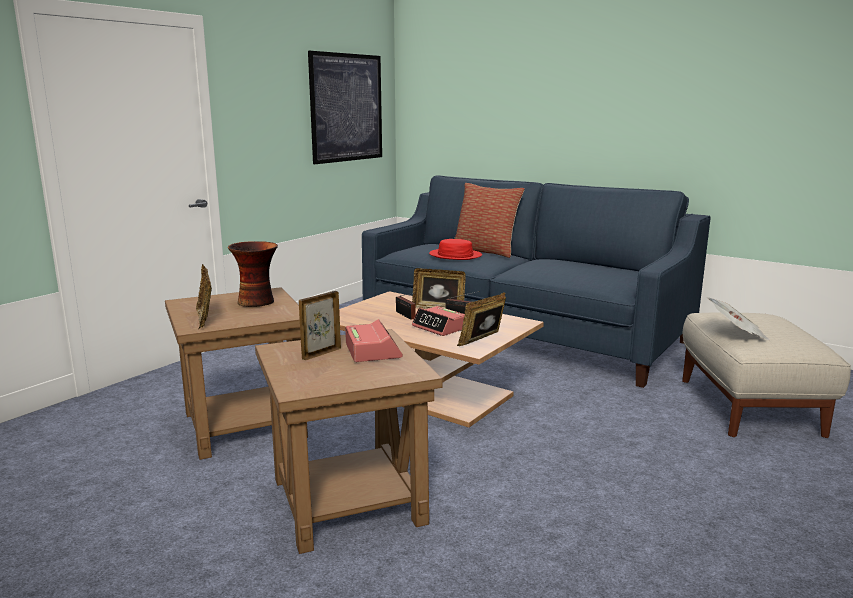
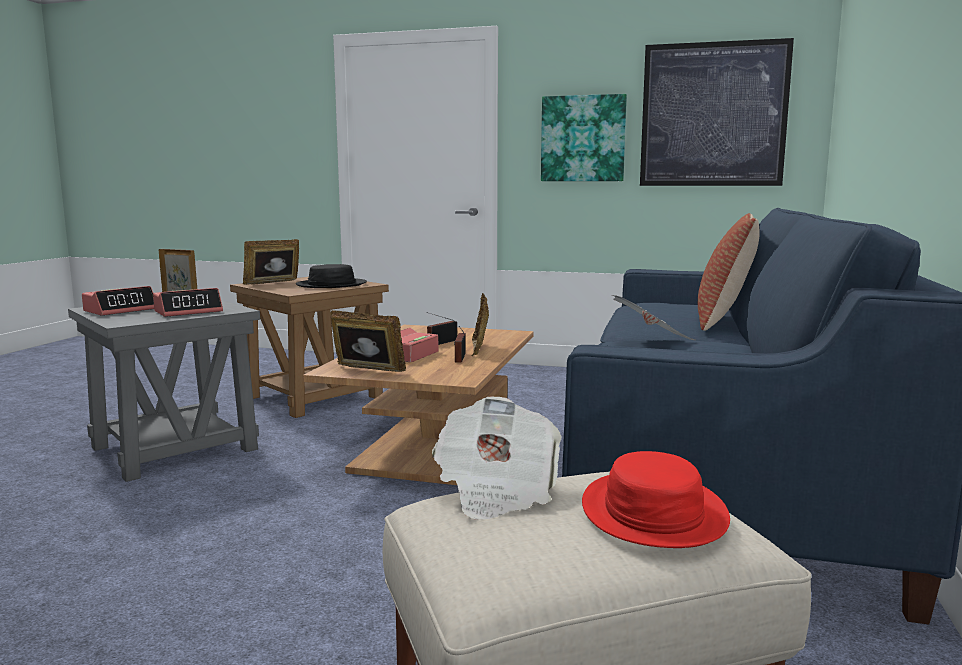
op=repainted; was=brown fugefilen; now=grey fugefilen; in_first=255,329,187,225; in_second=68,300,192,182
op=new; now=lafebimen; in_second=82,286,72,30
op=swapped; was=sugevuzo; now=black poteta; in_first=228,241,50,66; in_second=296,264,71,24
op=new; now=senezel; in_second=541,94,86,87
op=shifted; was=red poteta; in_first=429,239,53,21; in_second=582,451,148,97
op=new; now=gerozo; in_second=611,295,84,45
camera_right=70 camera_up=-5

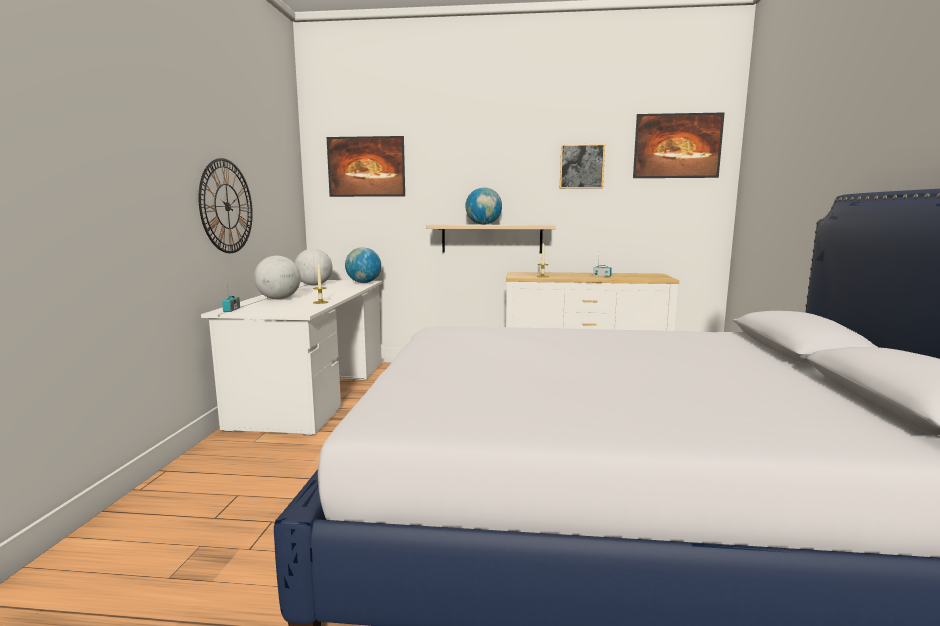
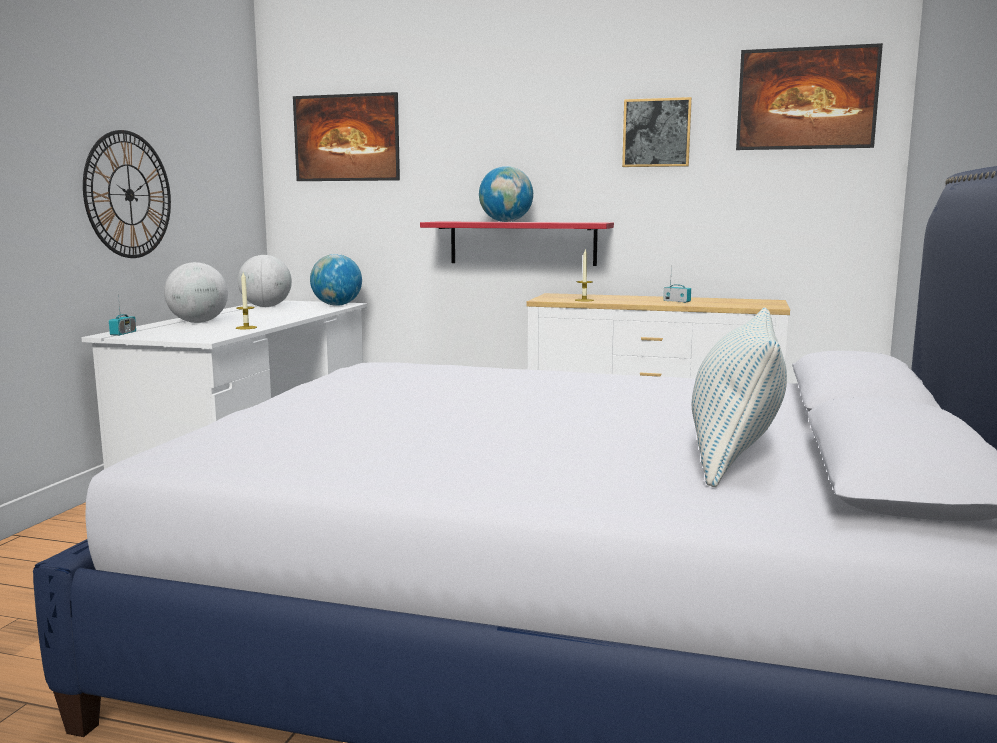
op=repainted; was=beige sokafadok; now=red sokafadok; in_first=426,224,129,29; in_second=420,222,194,44
op=new; now=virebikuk; in_second=692,307,95,180
camera_right=10 camera_up=0

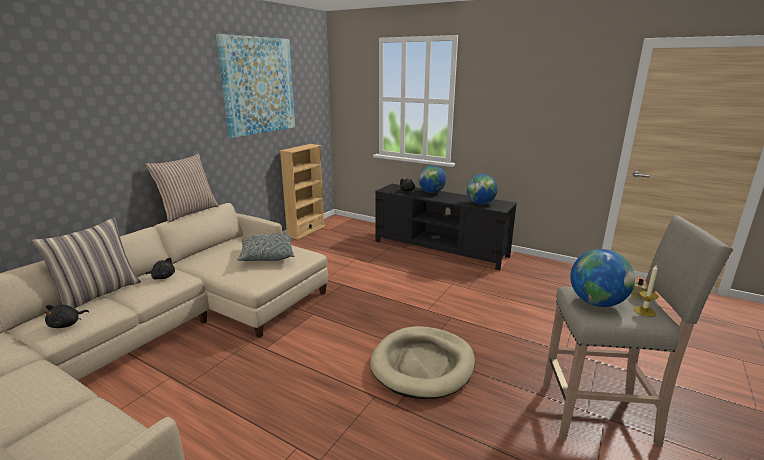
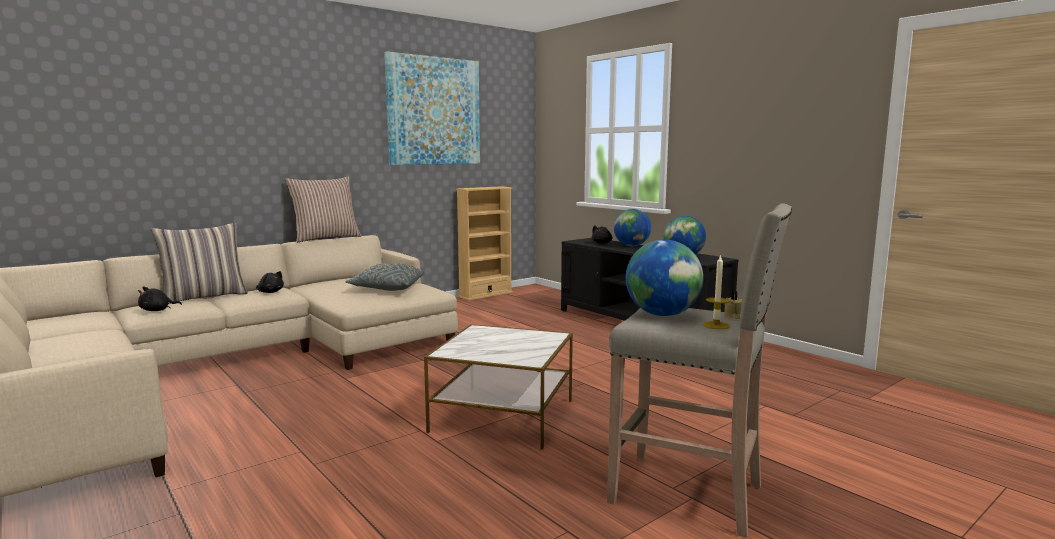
op=swapped; was=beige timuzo; now=fugefilen; in_first=370,326,105,73; in_second=424,324,149,126
camera_right=20 camera_up=-10

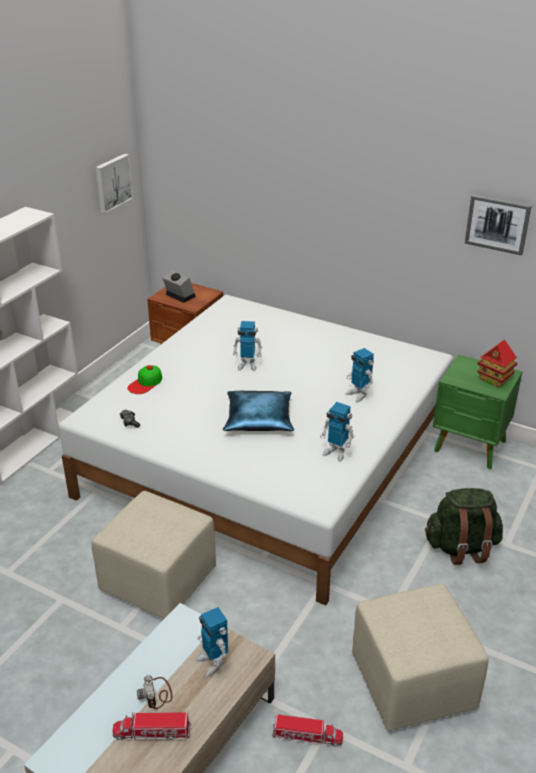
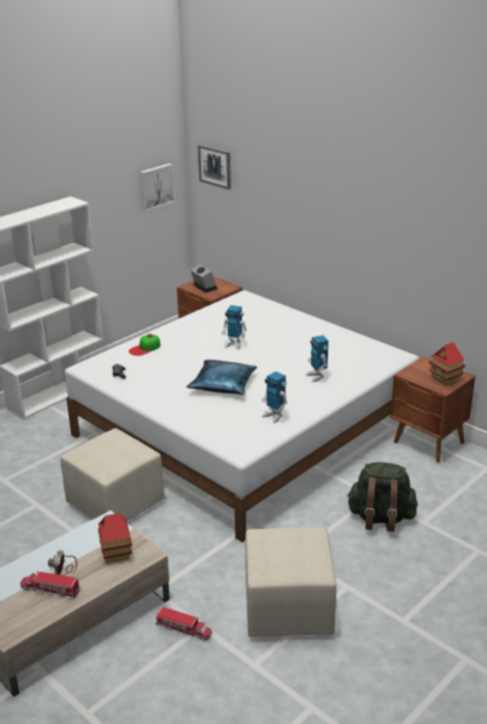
op=swapped; was=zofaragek; now=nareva; in_first=196,607,32,70; in_second=98,513,34,50
op=shifted; was=senezel; in_first=465,195,67,60; in_second=198,145,33,44
op=repainted; was=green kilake; now=brown kilake; in_first=433,354,89,115; in_second=391,356,85,107
camera_right=15 camera_up=-5

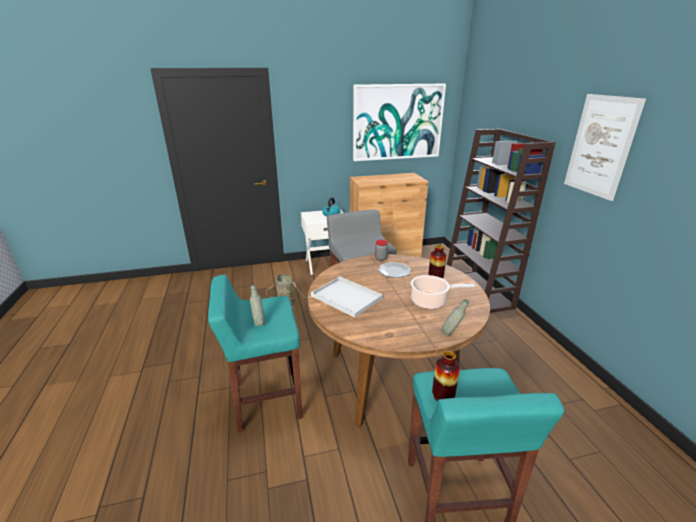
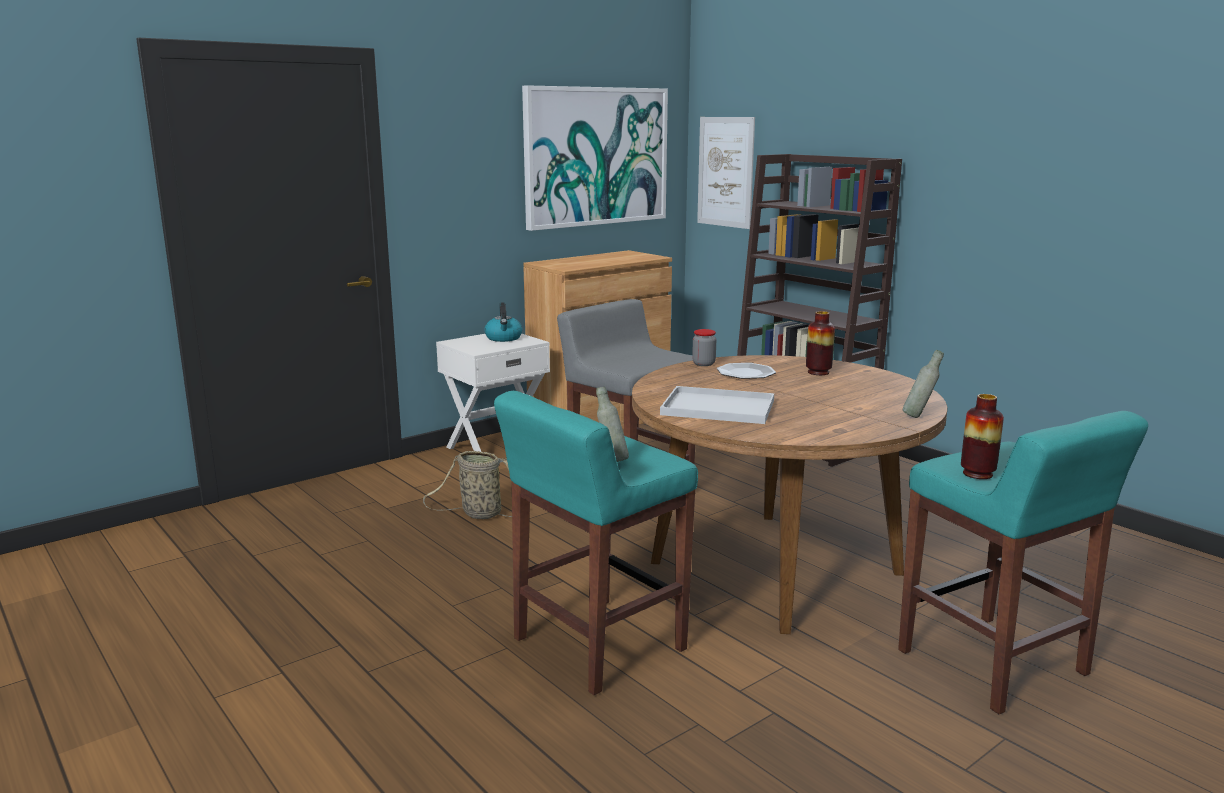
op=shifted; was=senezel; in_first=564,94,82,107; in_second=697,117,58,112
op=gone; was=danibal; in_first=411,275,64,34
camera_right=-25 camera_up=-10

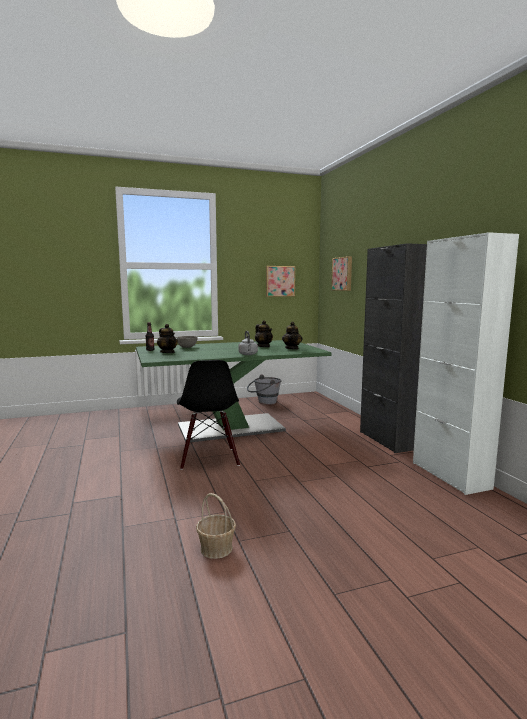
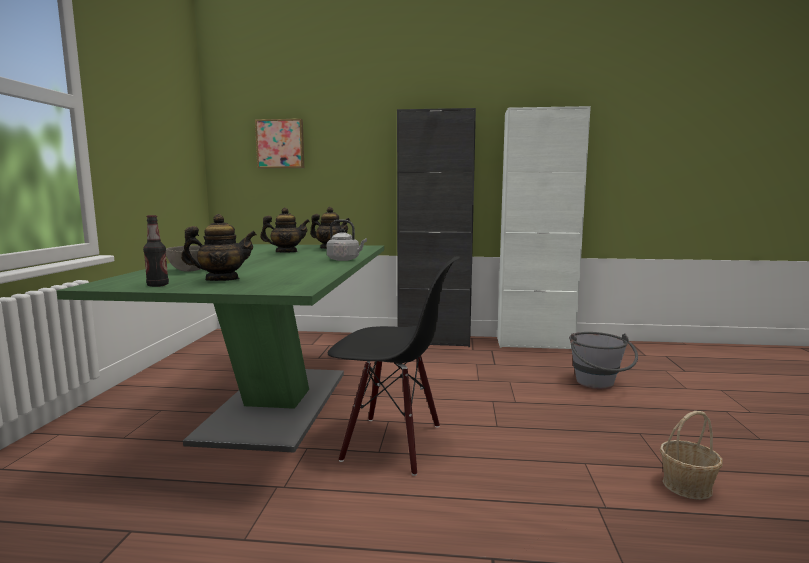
op=shifted; was=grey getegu; in_first=247,374,35,31; in_second=569,332,69,57
op=gone; was=senezel; in_first=266,266,29,31
camera_right=-65 camera_up=0

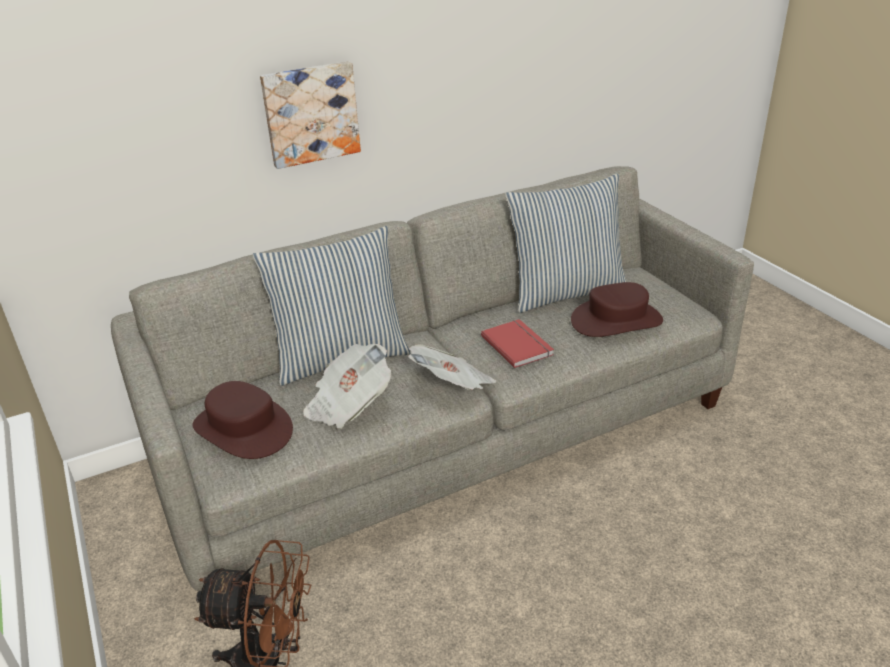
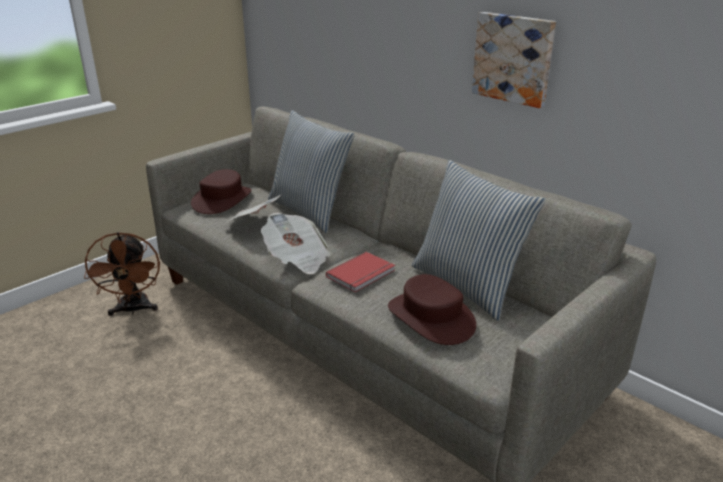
op=shifted; was=senezel; in_first=260,61,101,108; in_second=472,12,84,96
camera_right=70 camera_up=-5

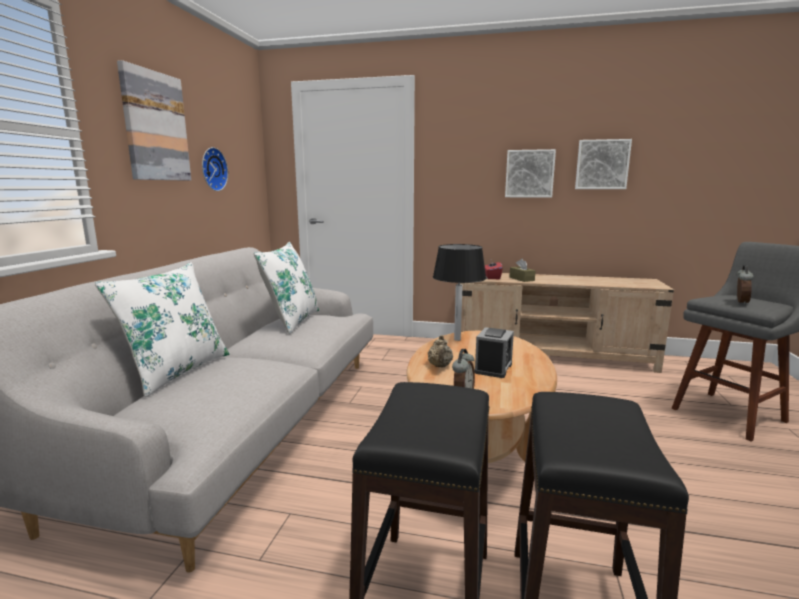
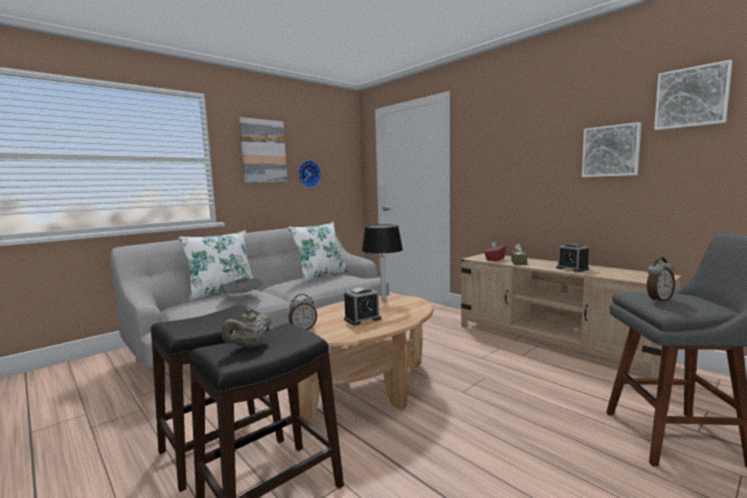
op=new; now=gerozo; in_second=220,278,43,16
op=shifted; was=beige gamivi; in_first=428,335,25,32; in_second=222,309,50,39
op=new; now=lafebimen; in_second=556,244,33,28
op=shifted; was=senezel; in_first=505,149,51,49; in_second=654,60,78,70
camera_right=35 camera_up=-5

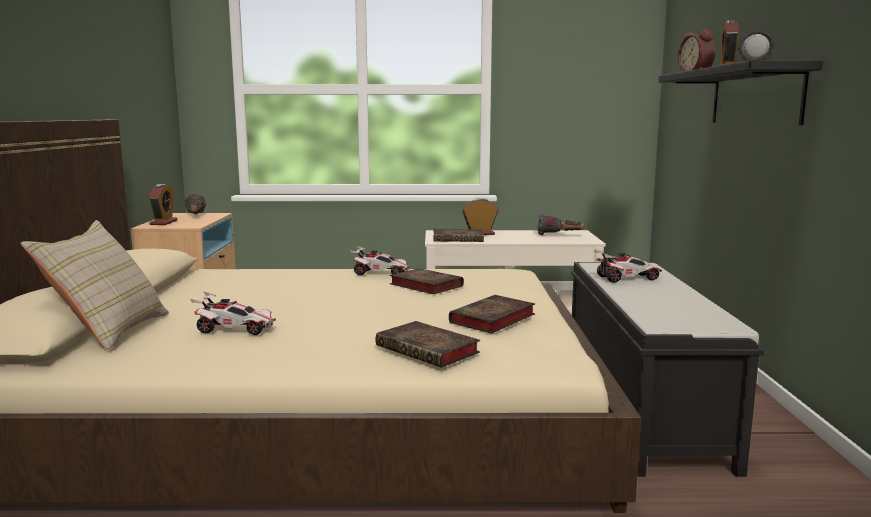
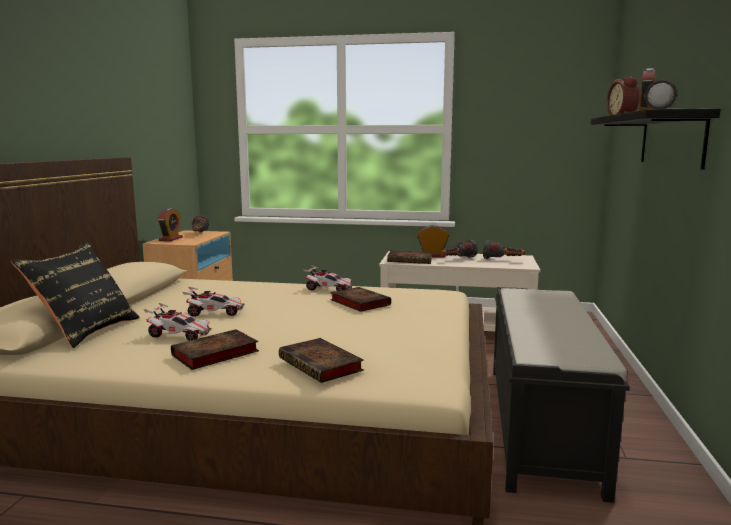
op=repainted; was=beige virebikuk; now=black virebikuk; in_first=21,220,148,131; in_second=10,241,130,107
op=shifted; was=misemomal; in_first=449,295,86,39; in_second=171,329,88,41
op=shifted; was=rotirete; in_first=594,250,68,33; in_second=182,287,62,30
op=new; now=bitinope; in_second=441,239,37,19
camera_right=10 camera_up=0

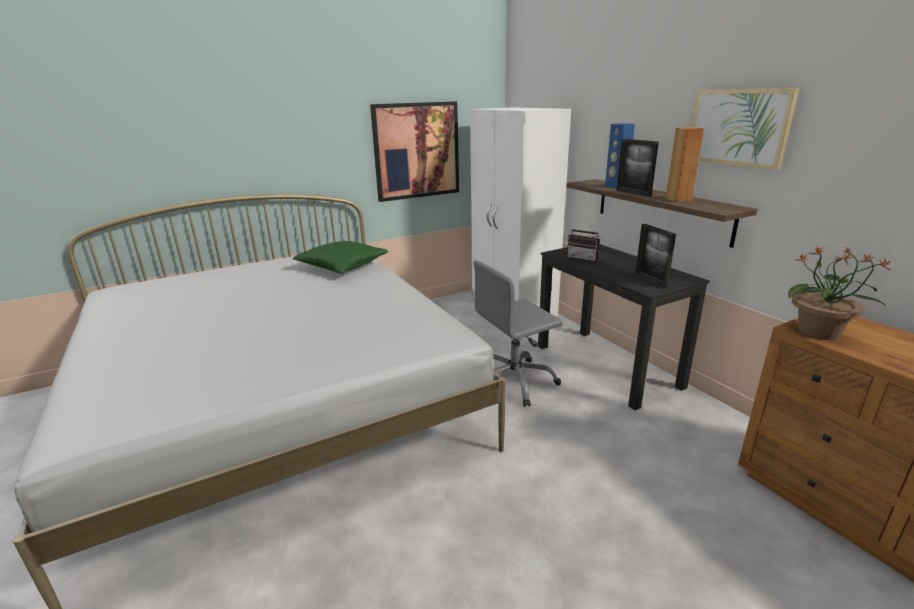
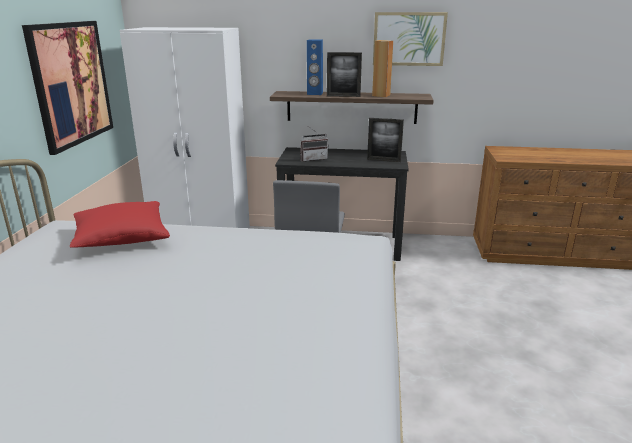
op=repainted; was=green virebikuk; now=red virebikuk; in_first=292,241,96,33; in_second=70,201,100,47
op=gone; was=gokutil; in_first=788,247,102,93
camera_right=-55 camera_up=0

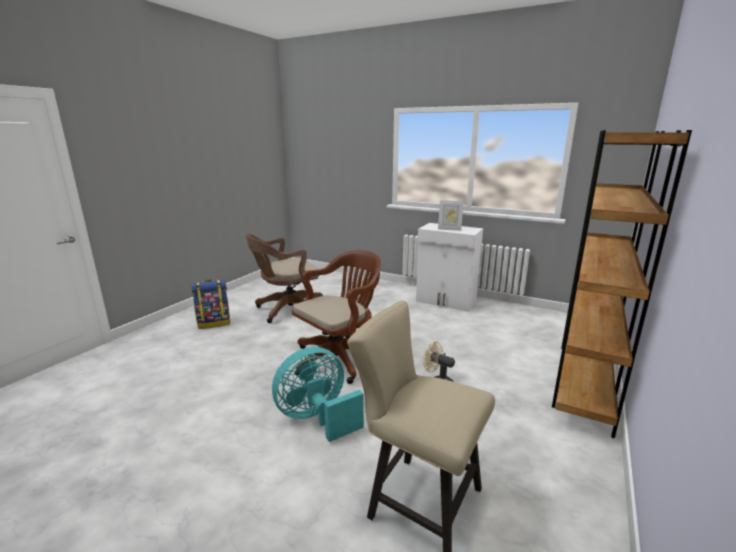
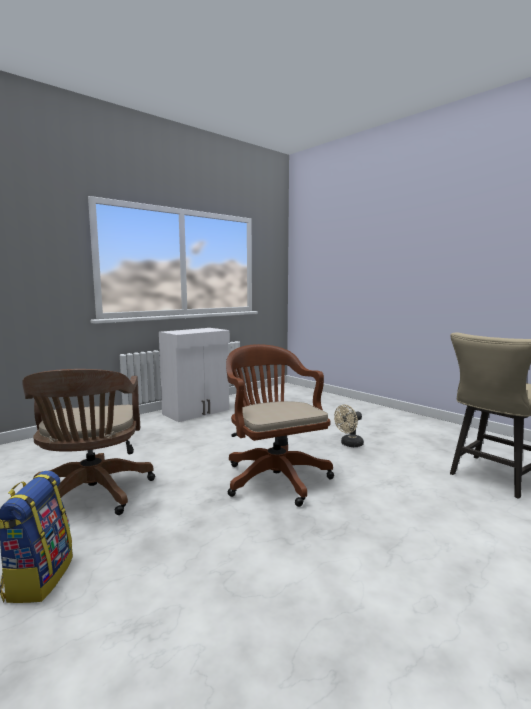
op=gone; was=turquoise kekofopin; in_first=272,347,92,95
op=gone; was=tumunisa; in_first=438,200,26,31
op=gone; was=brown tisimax; in_first=552,130,140,308
camera_right=-70 camera_up=-10

